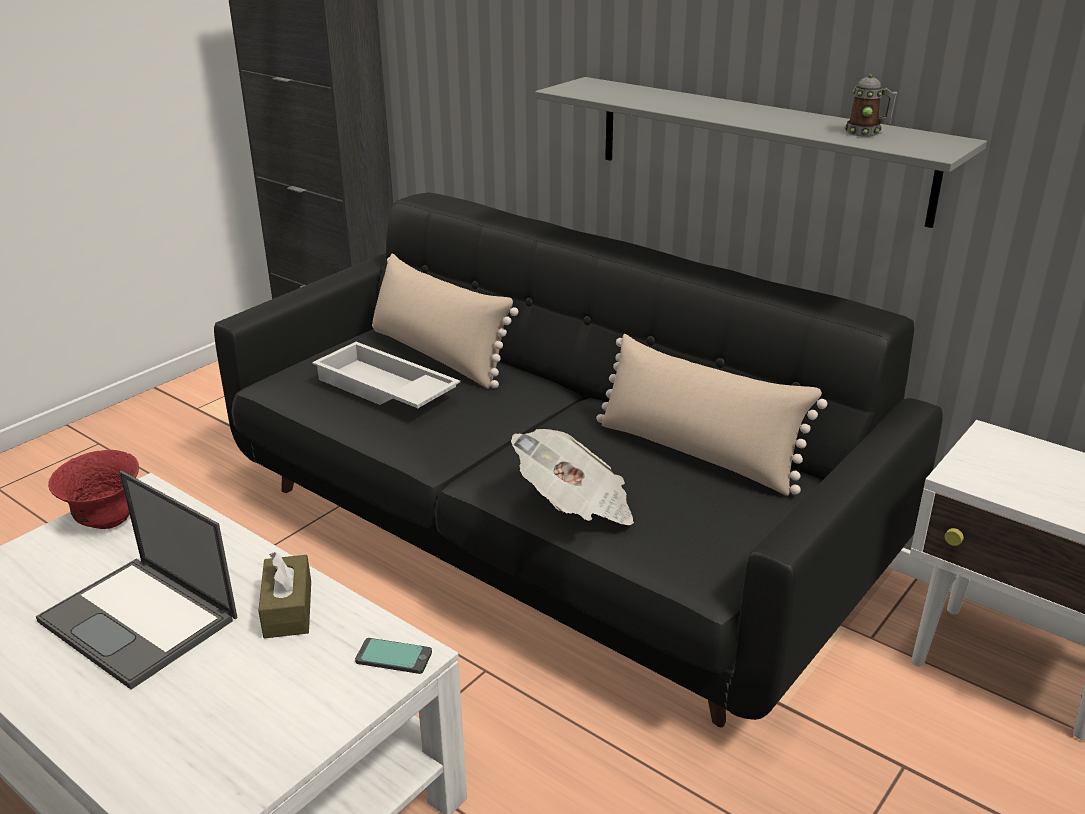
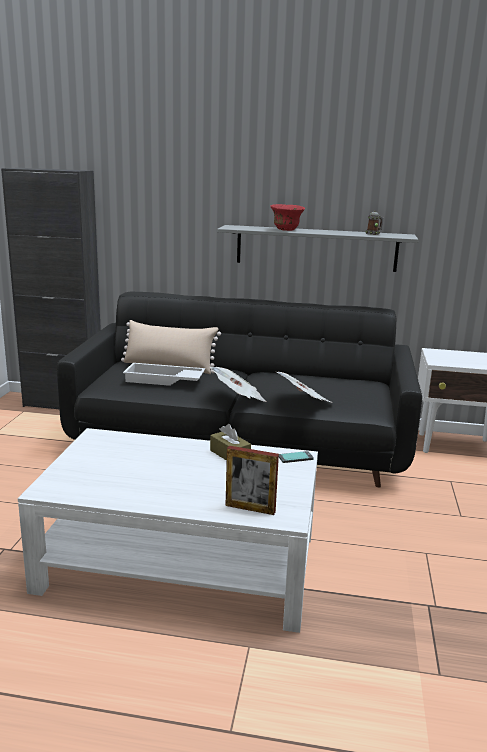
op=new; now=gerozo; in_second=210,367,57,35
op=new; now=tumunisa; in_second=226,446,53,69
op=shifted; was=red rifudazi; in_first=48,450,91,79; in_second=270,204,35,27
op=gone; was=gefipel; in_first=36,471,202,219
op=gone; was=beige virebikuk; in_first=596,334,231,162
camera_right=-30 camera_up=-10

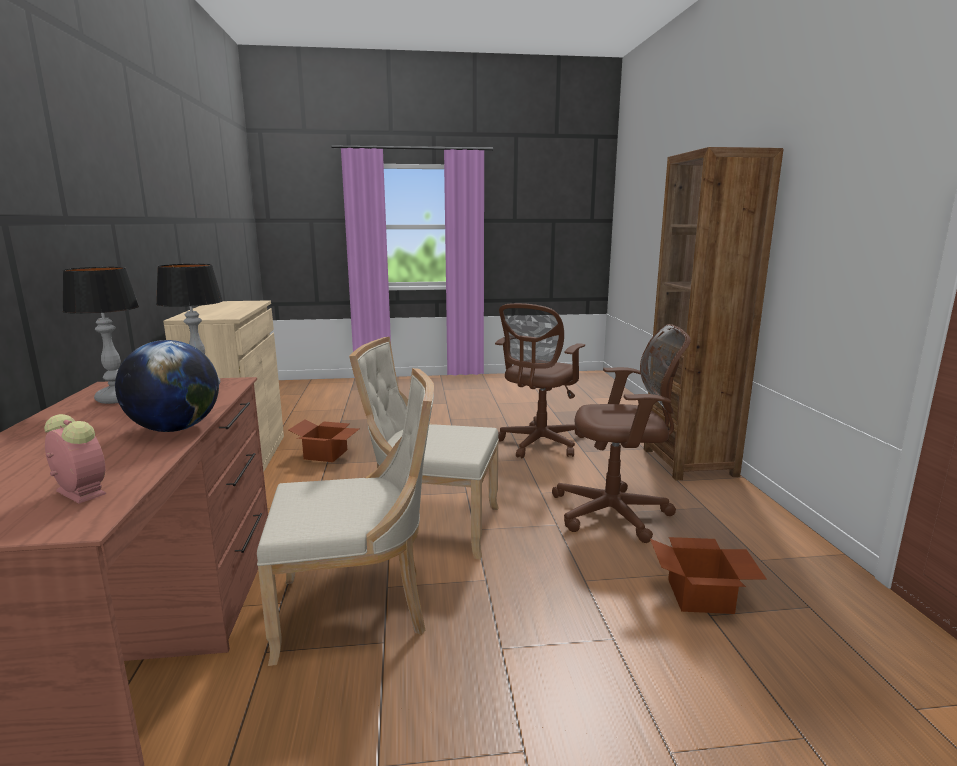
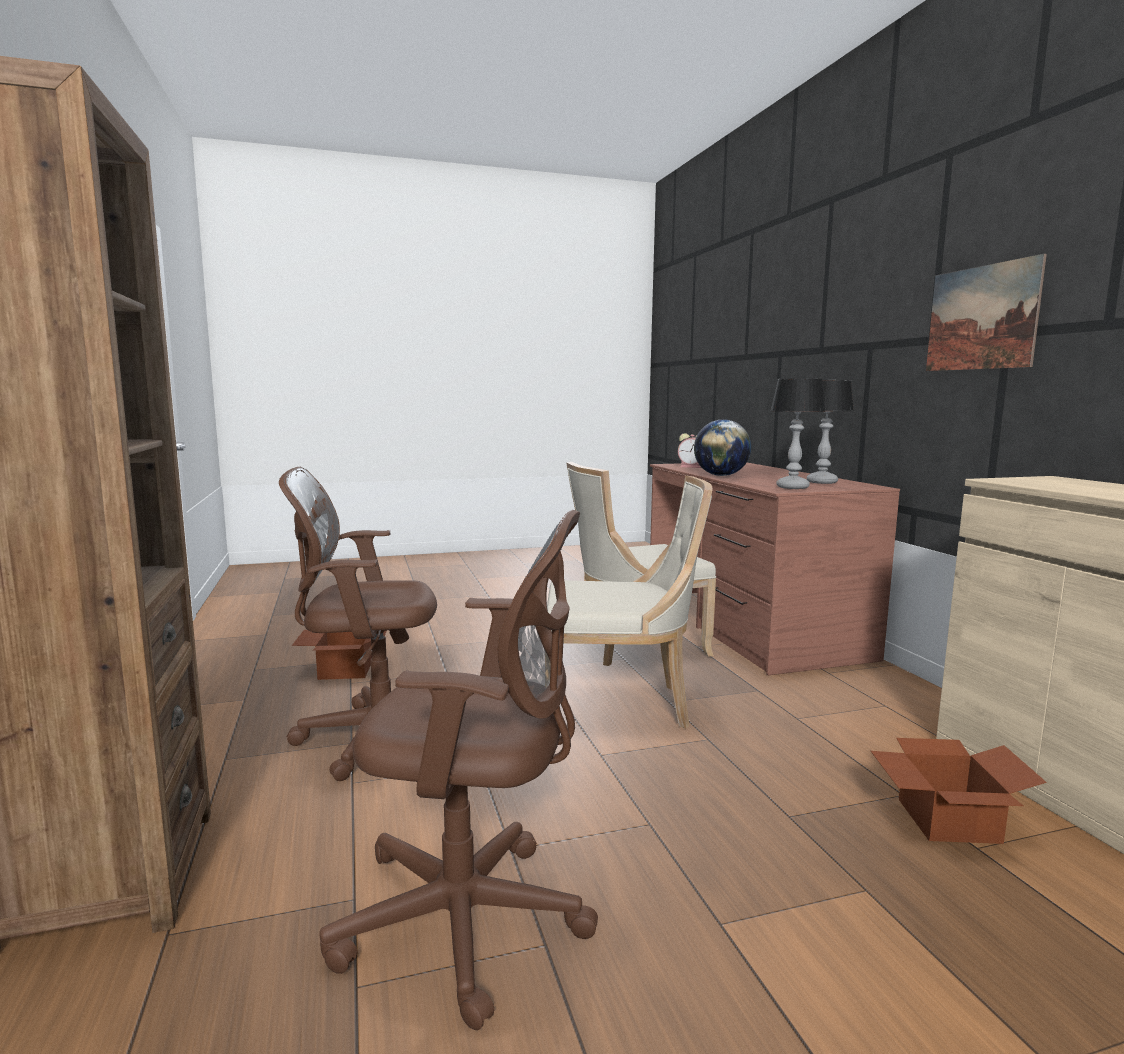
op=rotated; was=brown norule; in_first=495,303,90,155; in_second=319,510,279,520; clockwise=75
op=new; now=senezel; in_second=926,254,121,117
camera_right=170 camera_up=-5

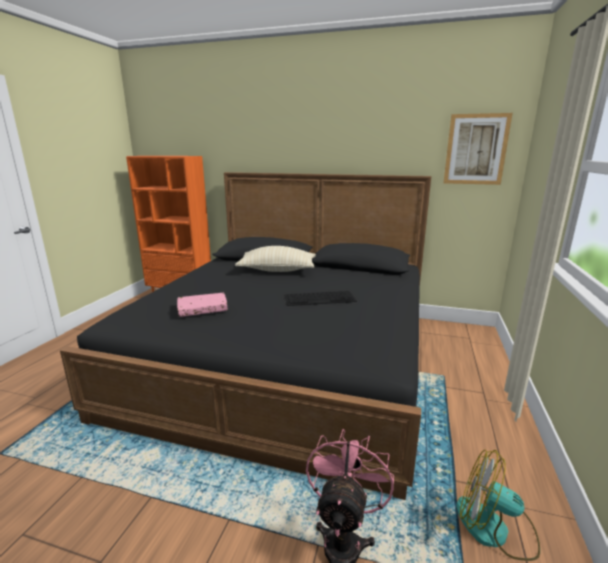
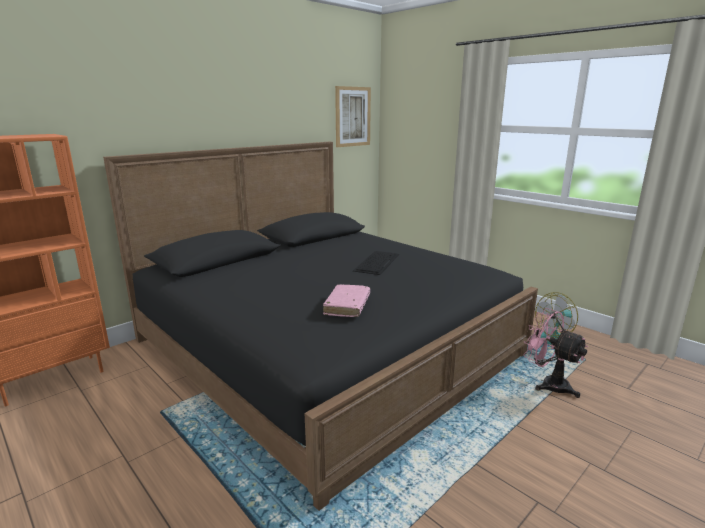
op=gone; was=beige virebikuk; in_first=235,246,81,26
camera_right=-60 camera_up=0

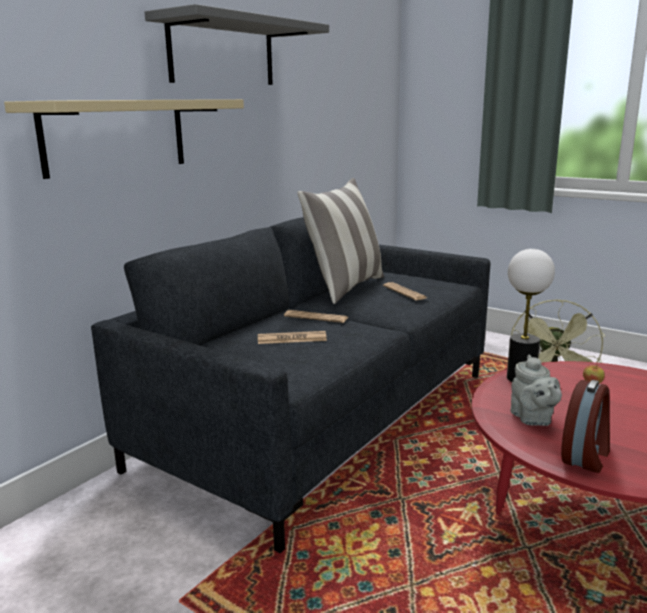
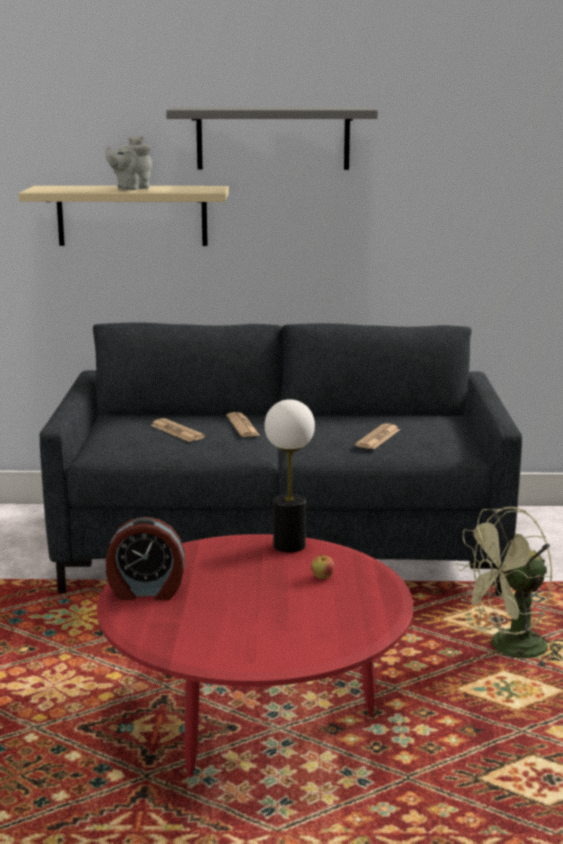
op=shifted; was=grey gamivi; in_first=511,355,51,71; in_second=105,136,47,54
op=gone; was=virebikuk; in_first=298,178,86,126
camera_right=55 camera_up=0

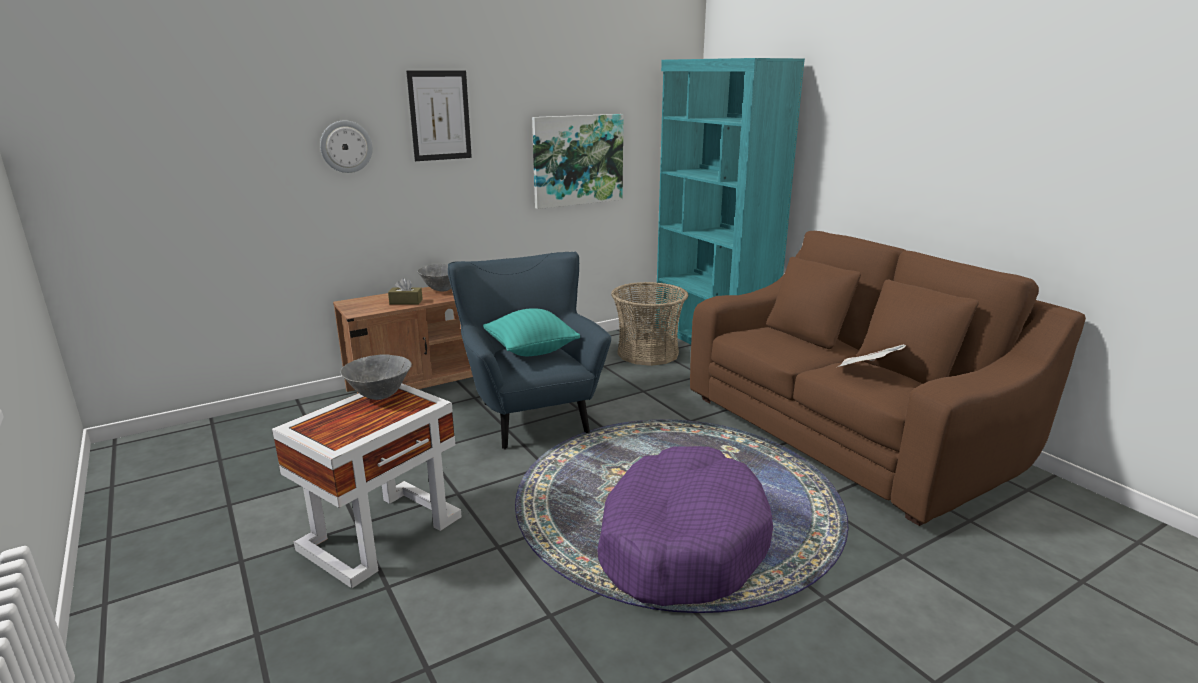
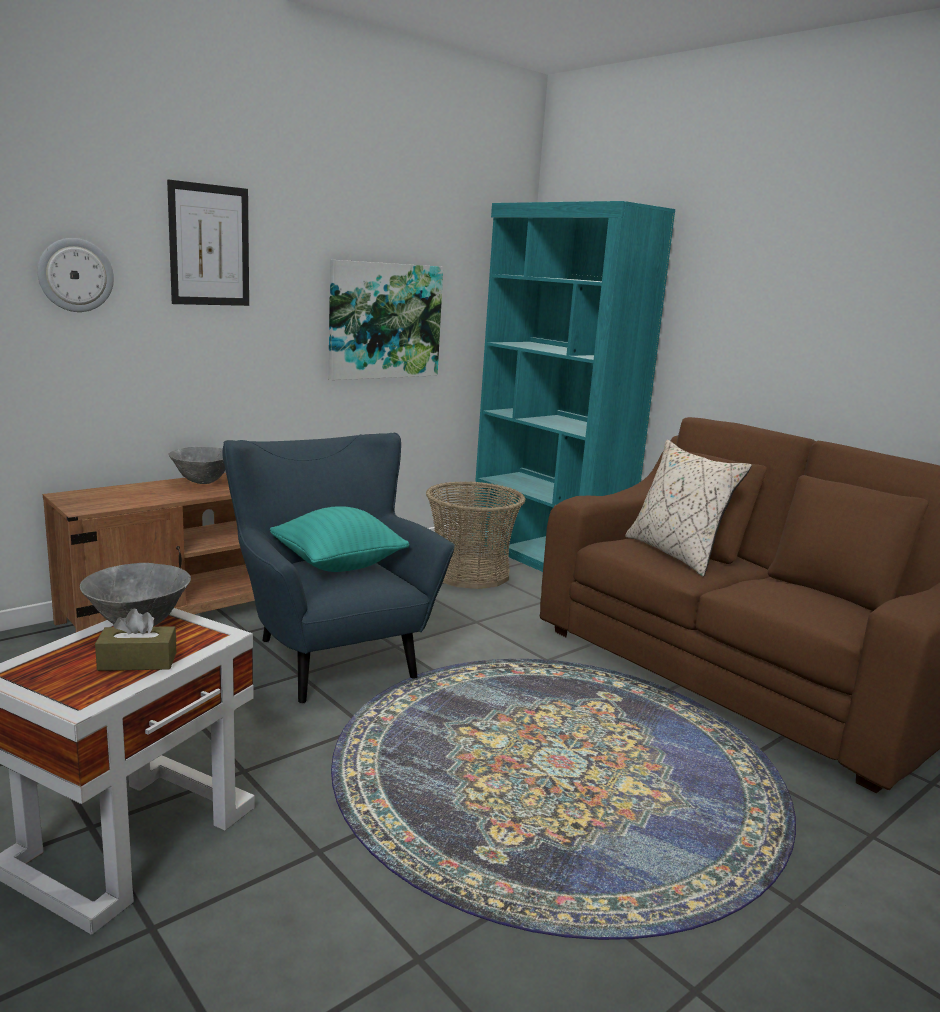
op=shifted; was=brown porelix; in_first=388,278,35,27; in_second=95,608,82,63
op=new; now=beige virebikuk; in_second=625,440,127,137
op=gone; was=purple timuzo; in_first=597,446,176,160
op=gone; was=gerozo; in_first=838,344,68,23
camera_right=-10 camera_up=-5

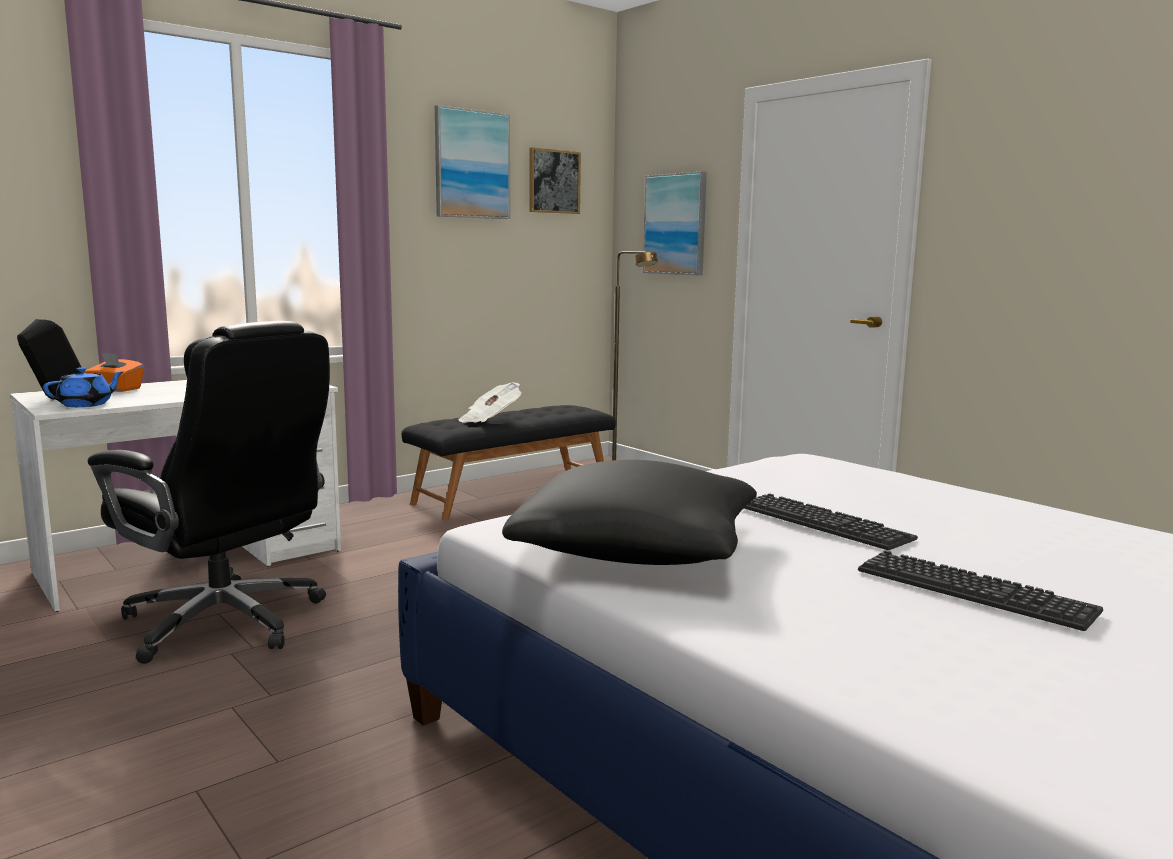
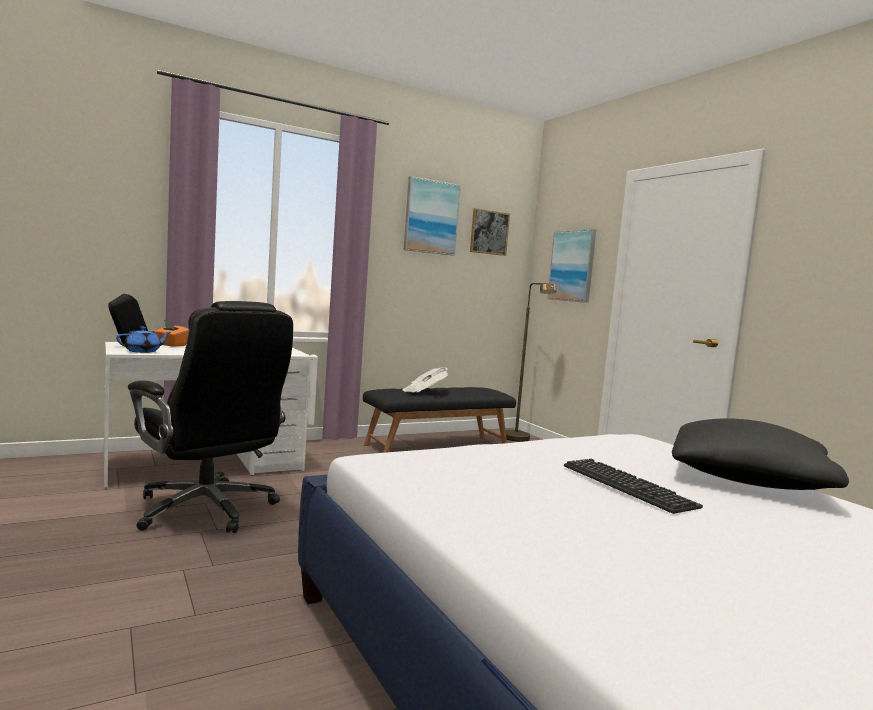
op=shifted; was=black virebikuk; in_first=502,460,255,105; in_second=672,418,177,72
op=gone; was=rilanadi; in_first=858,550,245,81
camera_right=10 camera_up=-5

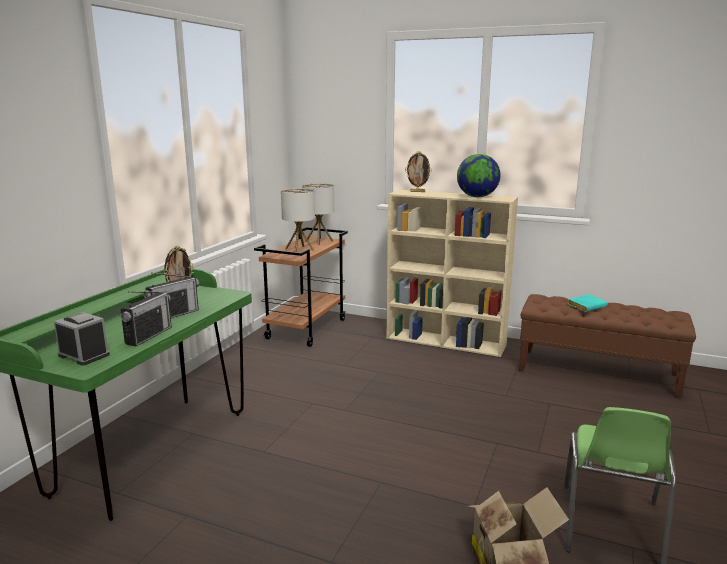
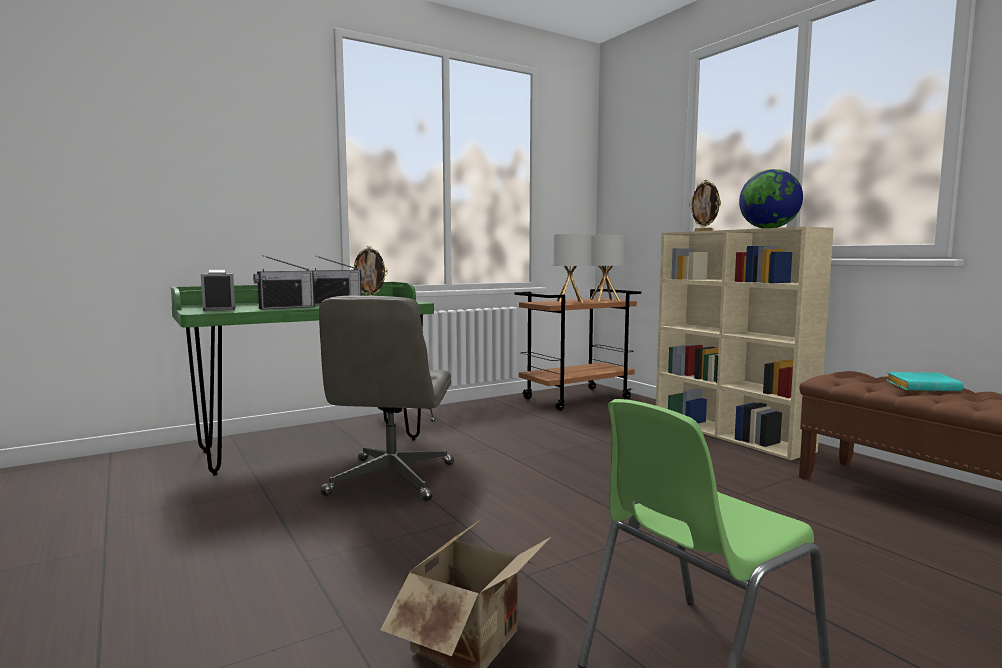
op=new; now=grey norule; in_second=319,295,135,206
camera_right=35 camera_up=-10

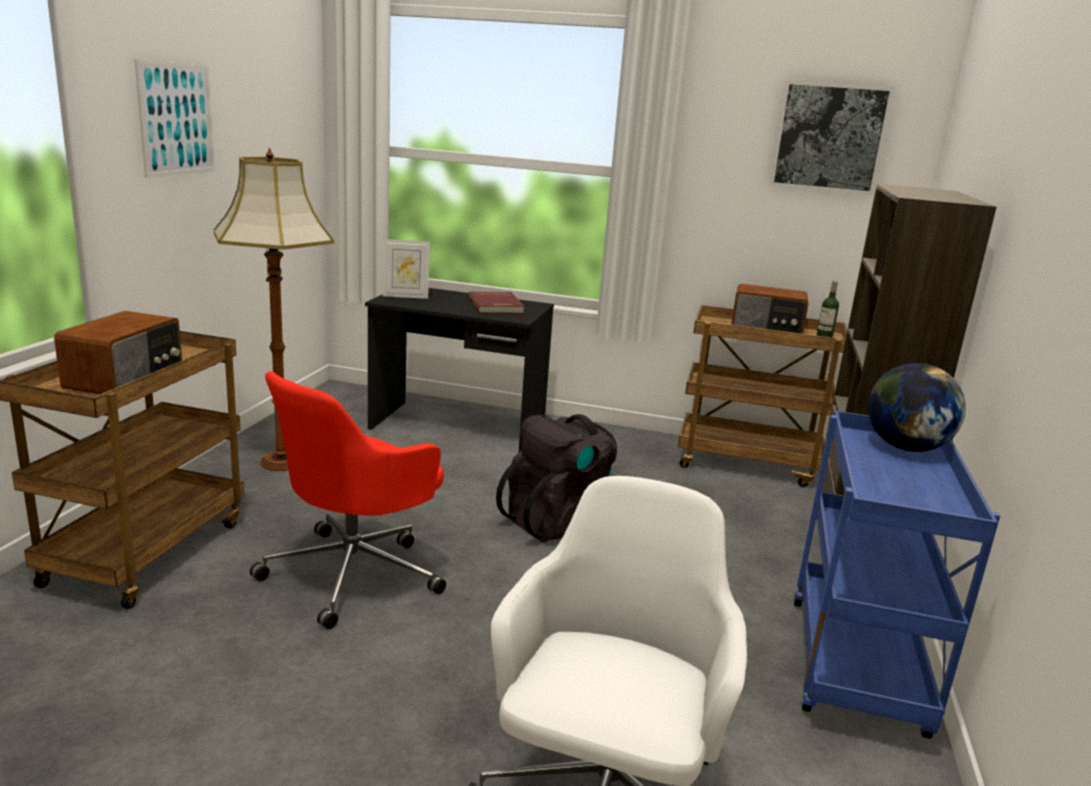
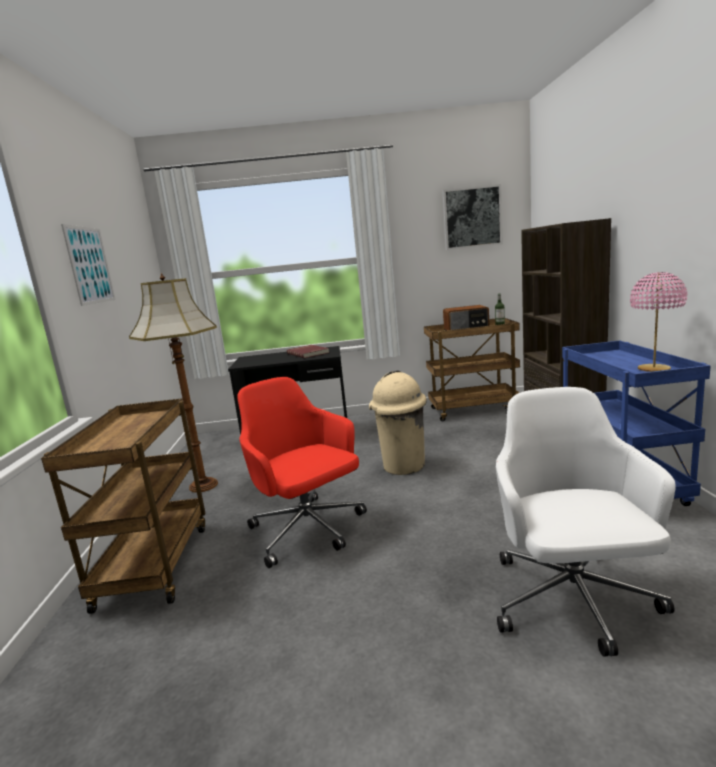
op=rotated; was=red norule; in_first=250,371,196,258; in_second=237,377,130,191; clockwise=120
op=swapped; was=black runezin; now=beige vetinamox; in_first=496,414,121,129; in_second=369,371,58,104
op=new; now=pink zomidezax; in_second=630,272,57,100
op=gone; was=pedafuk; in_first=54,311,128,83
op=gone; was=tumunisa; in_first=383,239,47,60
op=gone; was=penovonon; in_first=868,363,98,89
camera_right=-15 camera_up=-5

